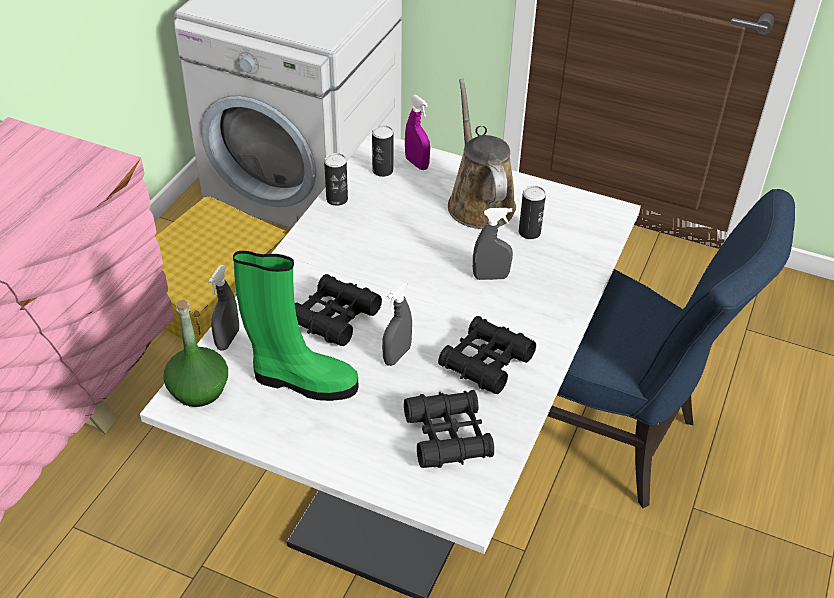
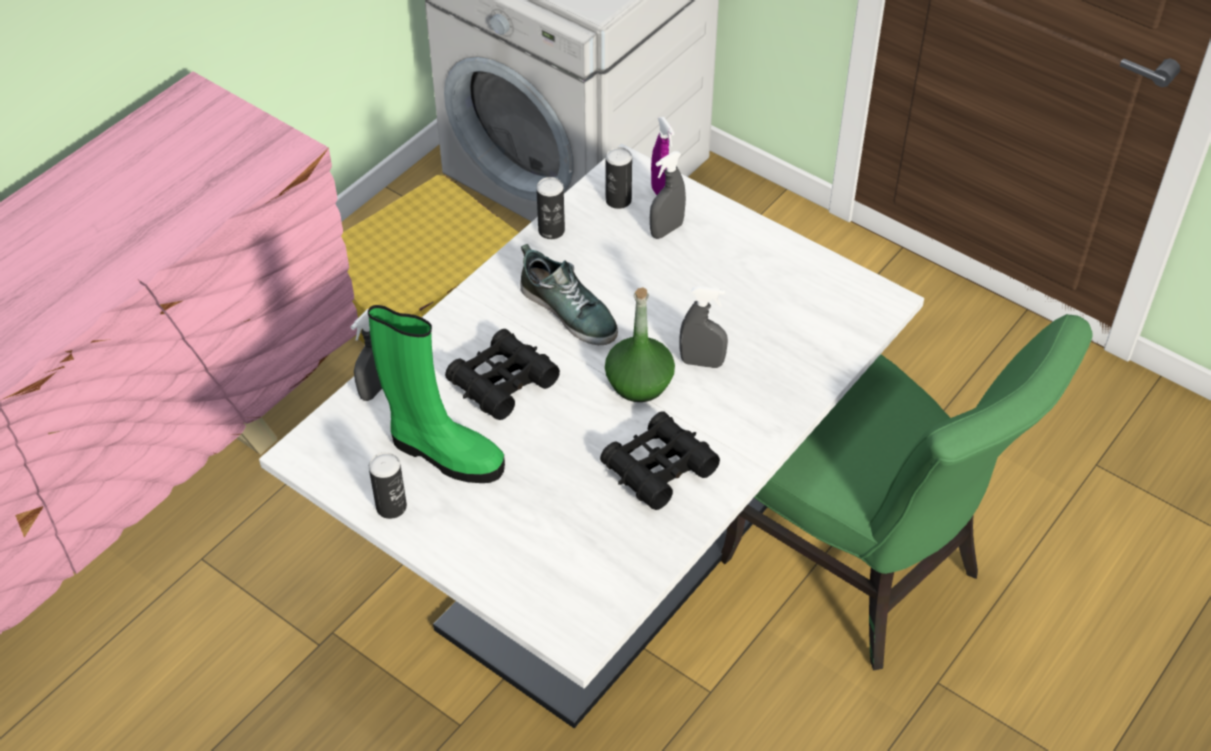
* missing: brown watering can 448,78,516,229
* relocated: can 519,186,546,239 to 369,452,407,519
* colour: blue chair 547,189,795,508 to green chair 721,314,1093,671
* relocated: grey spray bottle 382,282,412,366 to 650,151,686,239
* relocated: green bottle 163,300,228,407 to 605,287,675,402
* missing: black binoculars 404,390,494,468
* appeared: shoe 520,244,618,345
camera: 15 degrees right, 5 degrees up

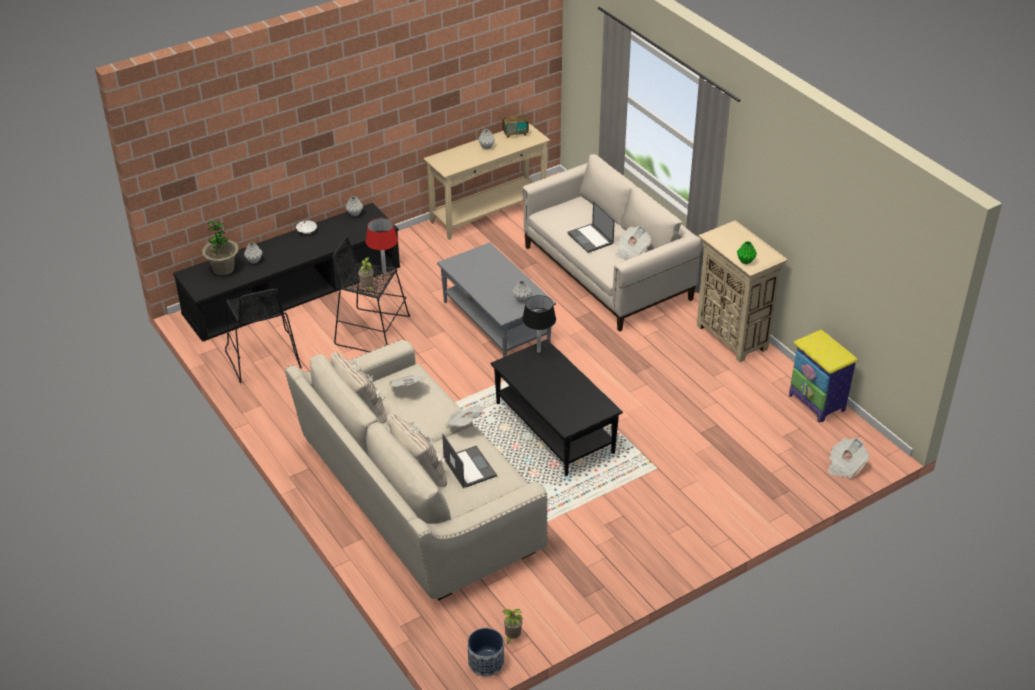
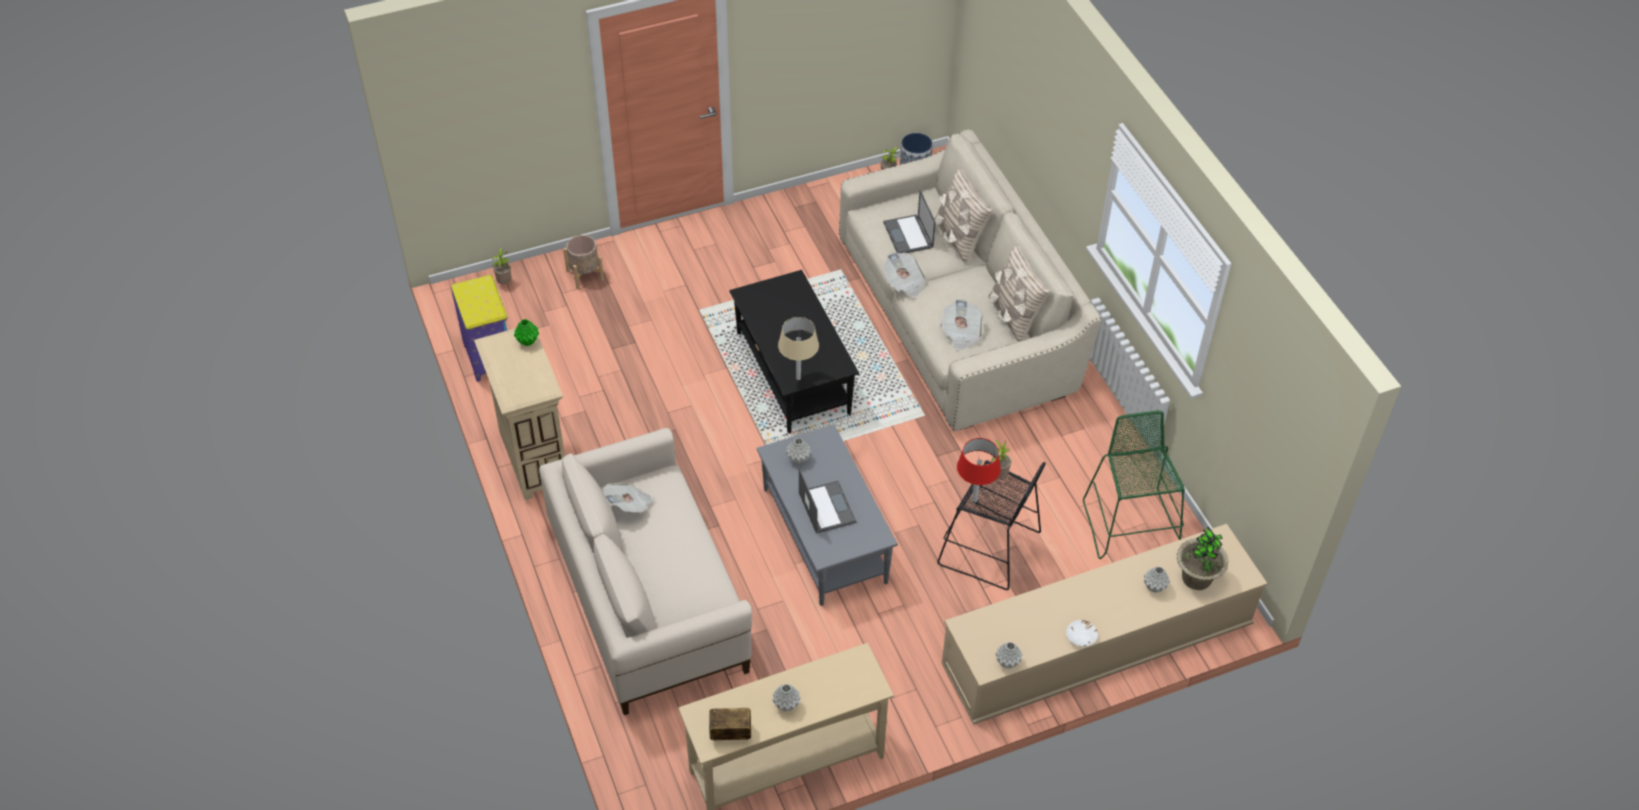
* relocated: laptop 567,201,615,253 to 799,468,856,534
* colour: black tv stand 173,203,400,342 to beige tv stand 941,524,1267,724
* colour: black stool 225,289,302,383 to green stool 1083,411,1185,559
* colour: black table lamp 522,295,556,353 to beige table lamp 778,317,819,380
* exchanged: newspaper 828,438,869,478 to potted plant 492,248,511,284
* appeared: beige planter 563,235,604,289
camera: 170 degrees left, 10 degrees up

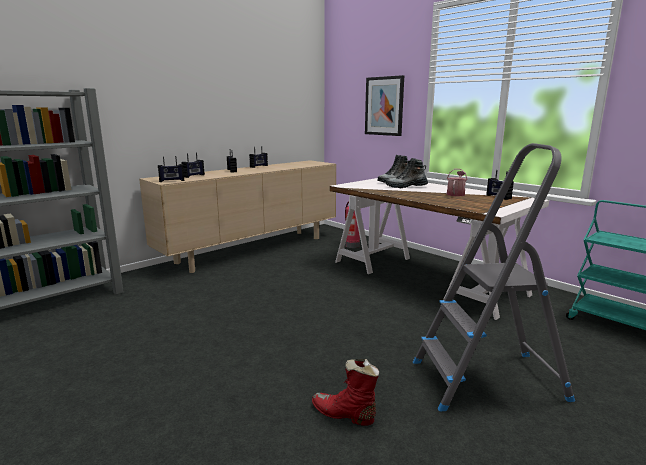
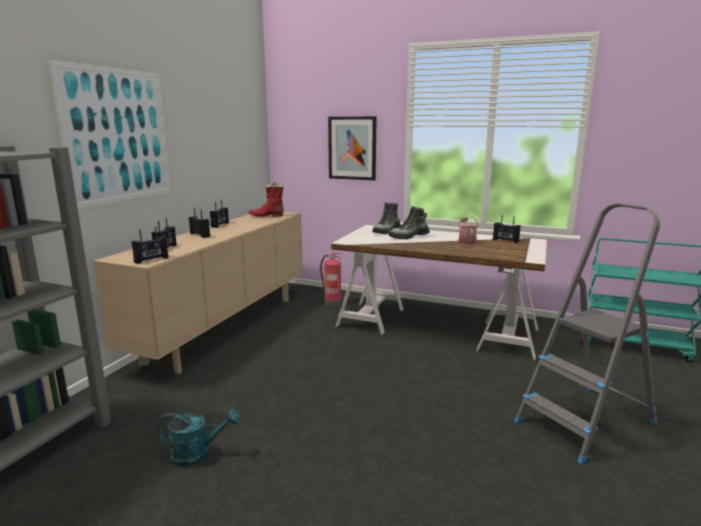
* relocated: red boot 312,359,379,426 to 248,182,284,217
* appeared: picture 48,60,171,209
* appeared: turquoise watering can 156,409,240,467
camera: 25 degrees left, 0 degrees up

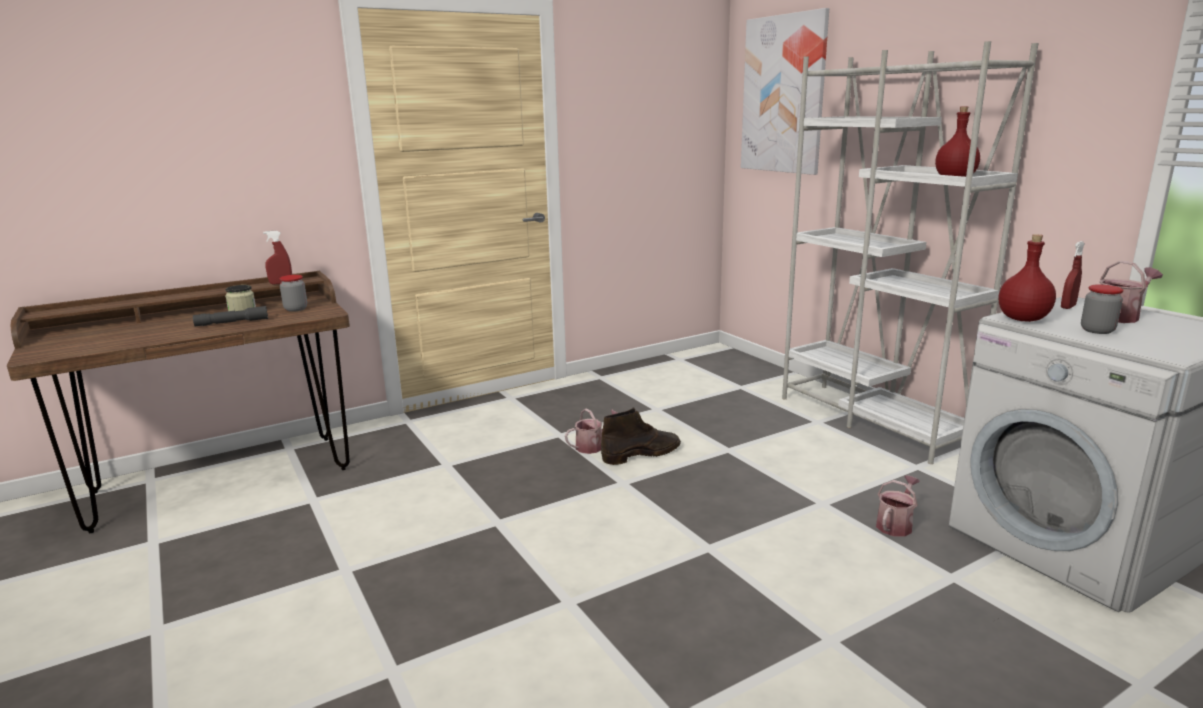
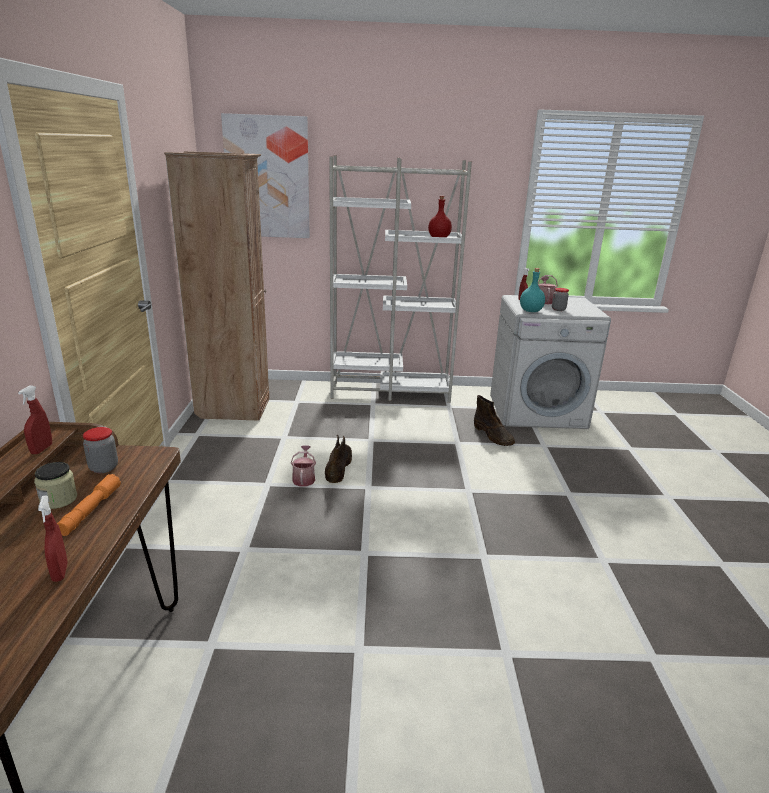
* colour: red bottle 998,234,1056,322 to turquoise bottle 520,268,545,312
* colour: grey flashlight 193,306,268,326 to orange flashlight 57,474,121,536
* exchanged: watering can 876,475,920,537 to brown boot 474,395,515,446
* appeared: brown cabinet 164,151,269,421
* appeared: red spray bottle 38,496,68,582
camera: 60 degrees left, 5 degrees up

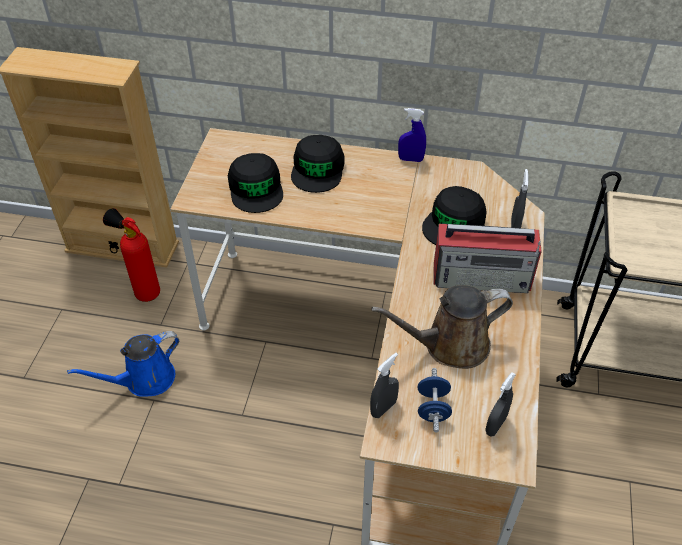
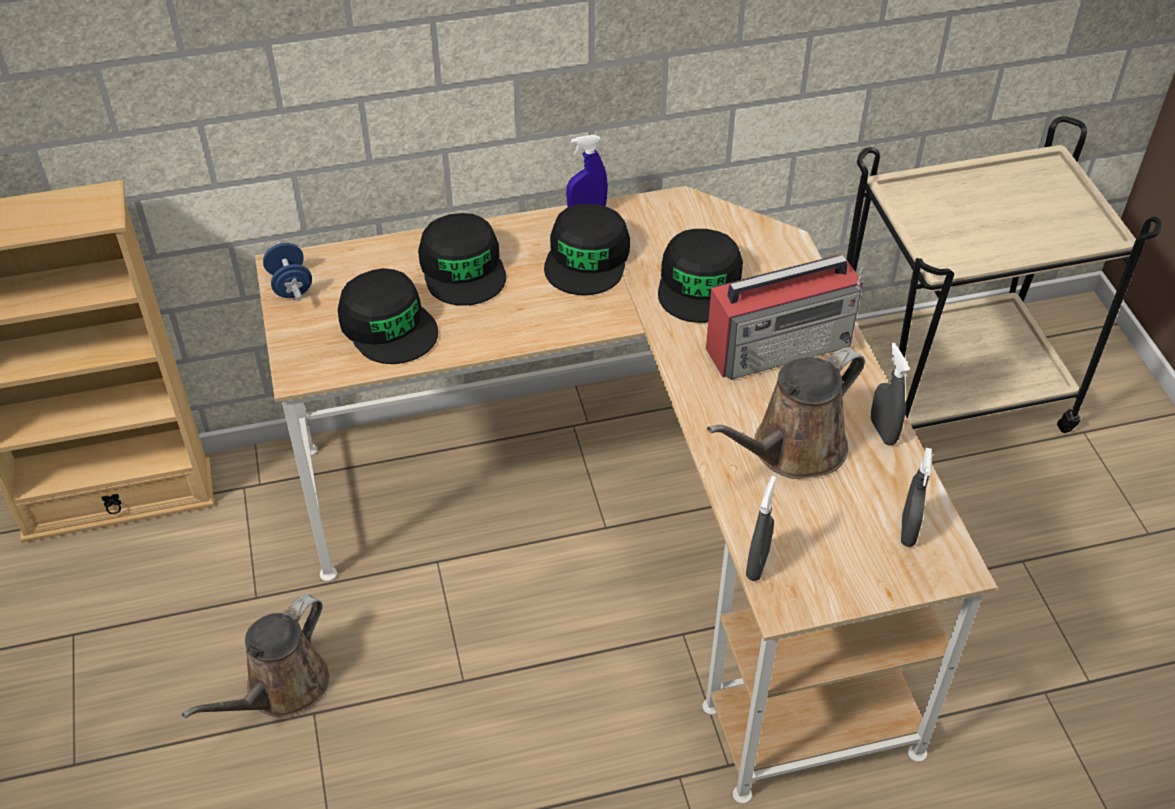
* relocated: grey spray bottle 511,169,529,228 to 871,343,910,445
* missing: fire extinguisher 103,208,160,302
* colour: blue watering can 67,331,179,397 to brown watering can 182,594,329,718
* relocated: blue dumbbell 417,368,452,432 to 263,241,312,301
* appeared: black cap 544,204,630,295
camera: 25 degrees left, 0 degrees up

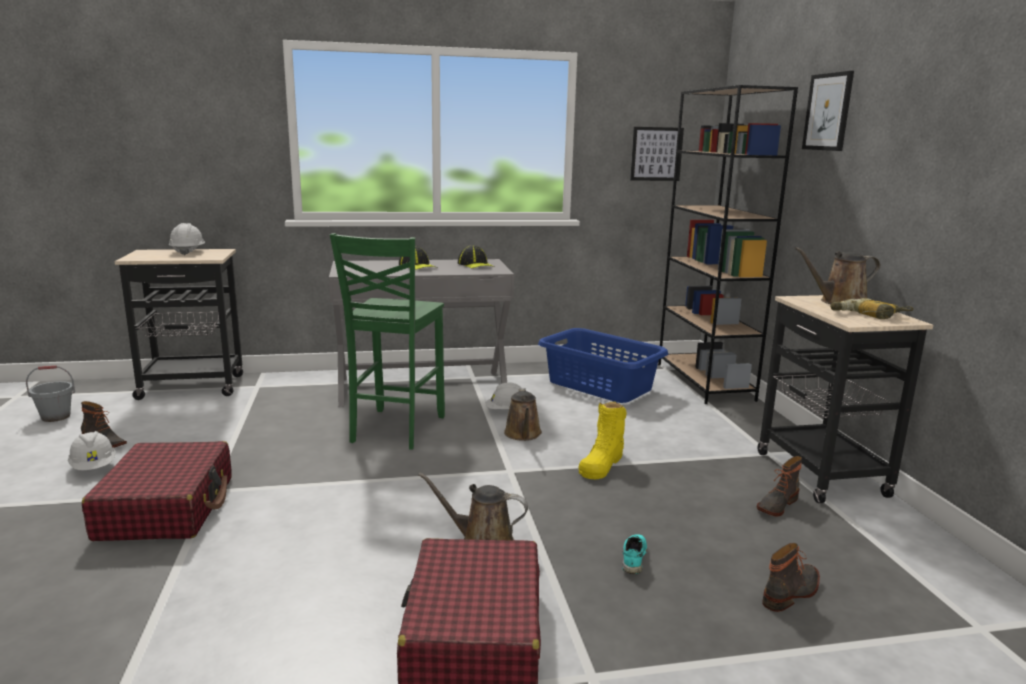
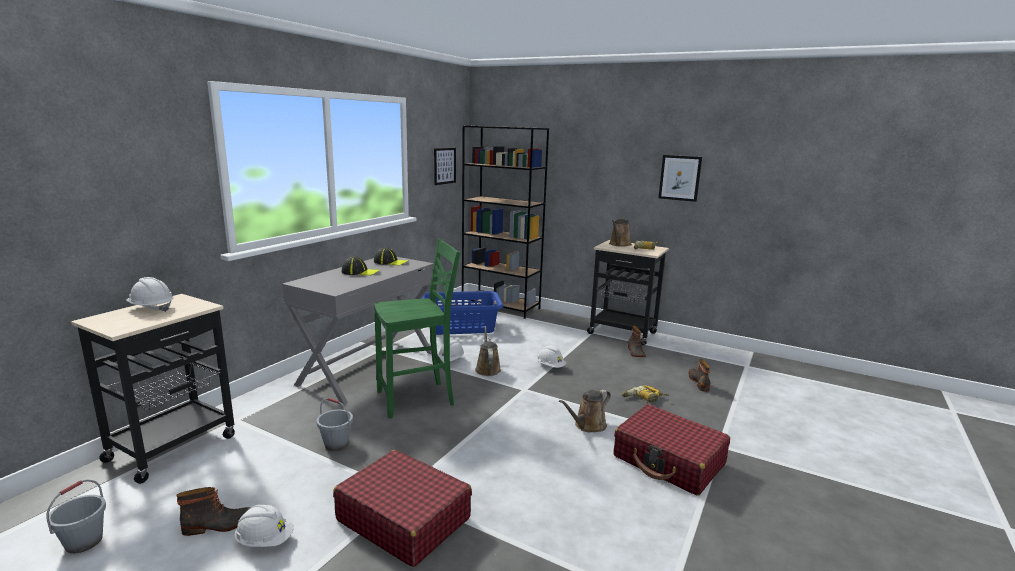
* relocated: picture 802,71,854,151 to 659,155,702,202
* spun: green chair 330,233,445,450 = 374,239,460,418 75 degrees counterclockwise
* spun: brown watering can 504,388,542,441 = 475,326,501,376 135 degrees counterclockwise
* exchanged: yellow boot 578,402,627,479 to white hard hat 537,345,566,368
* exchanged: turquoise shoe 622,534,647,574 to power drill 622,385,669,403
* appeared: grey bucket 317,398,353,451
camera: 50 degrees left, 0 degrees up

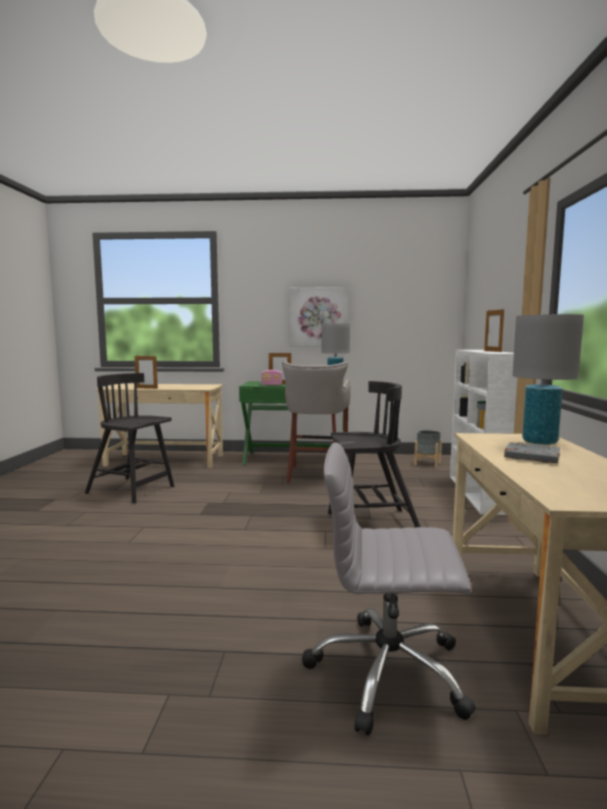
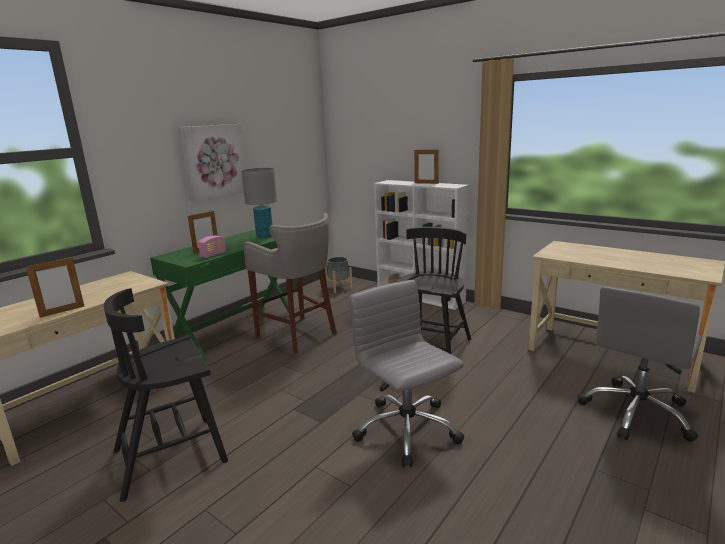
* missing: grey table lamp 513,314,584,445
* missing: grey book 504,442,561,463
* appeared: grey office chair 349,280,464,467
camera: 55 degrees left, 10 degrees up

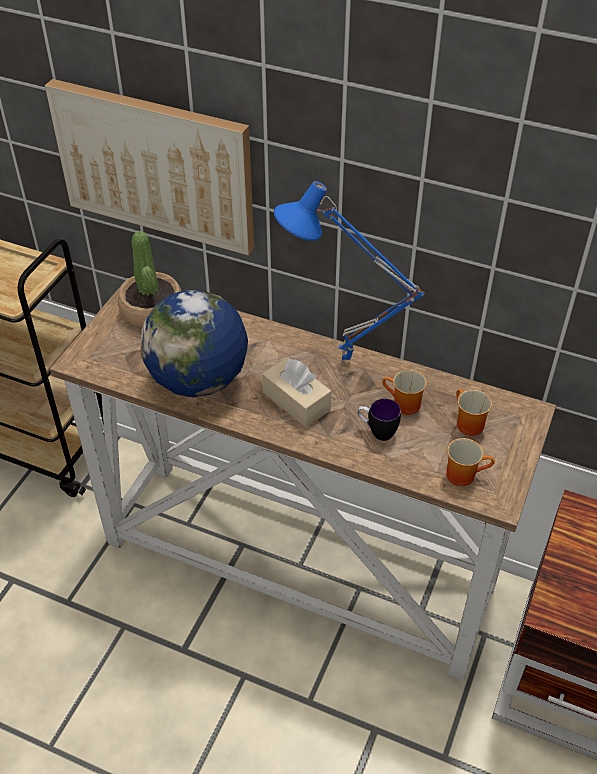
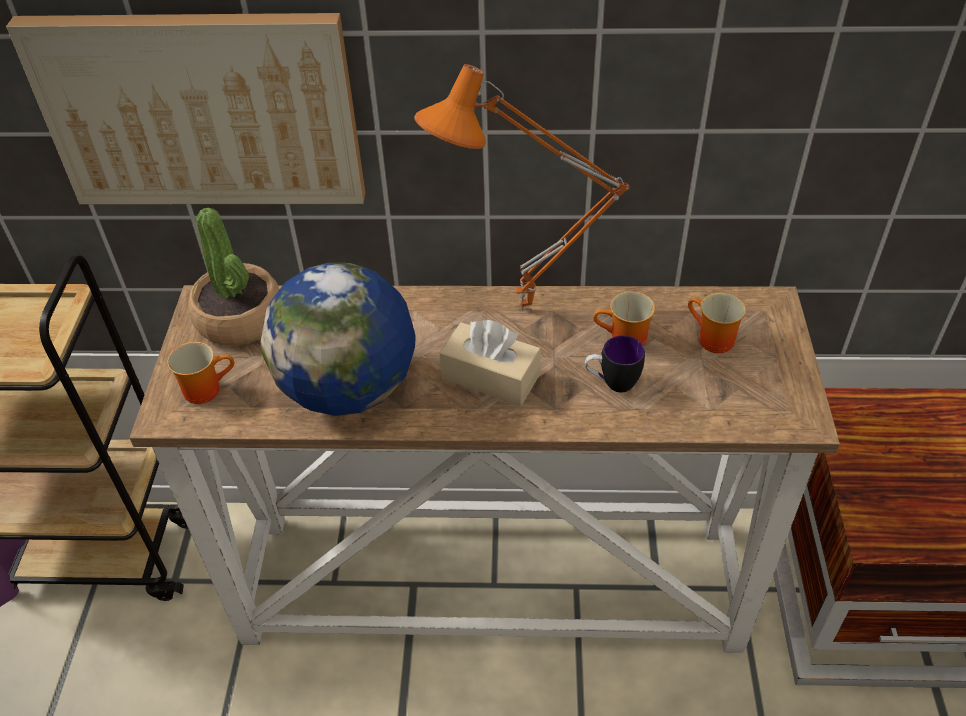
* colour: blue table lamp 274,181,425,363 to orange table lamp 414,64,630,311
* relocated: mug 446,438,495,486 to 167,342,234,404
camera: 20 degrees left, 0 degrees up

